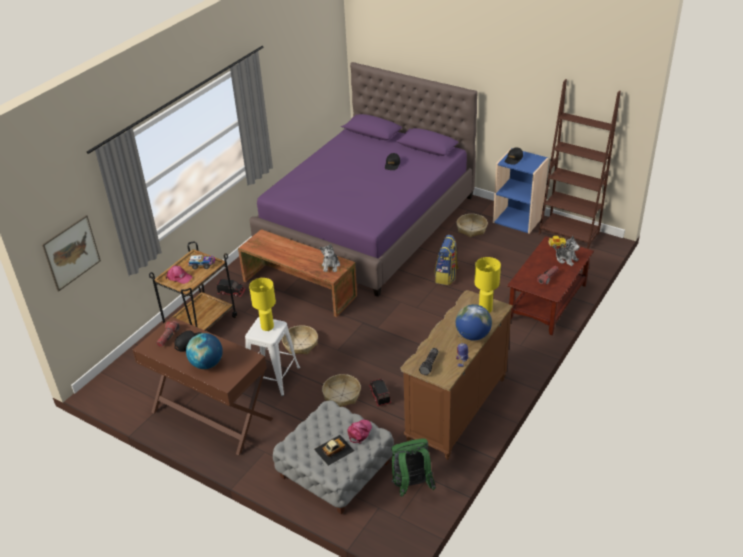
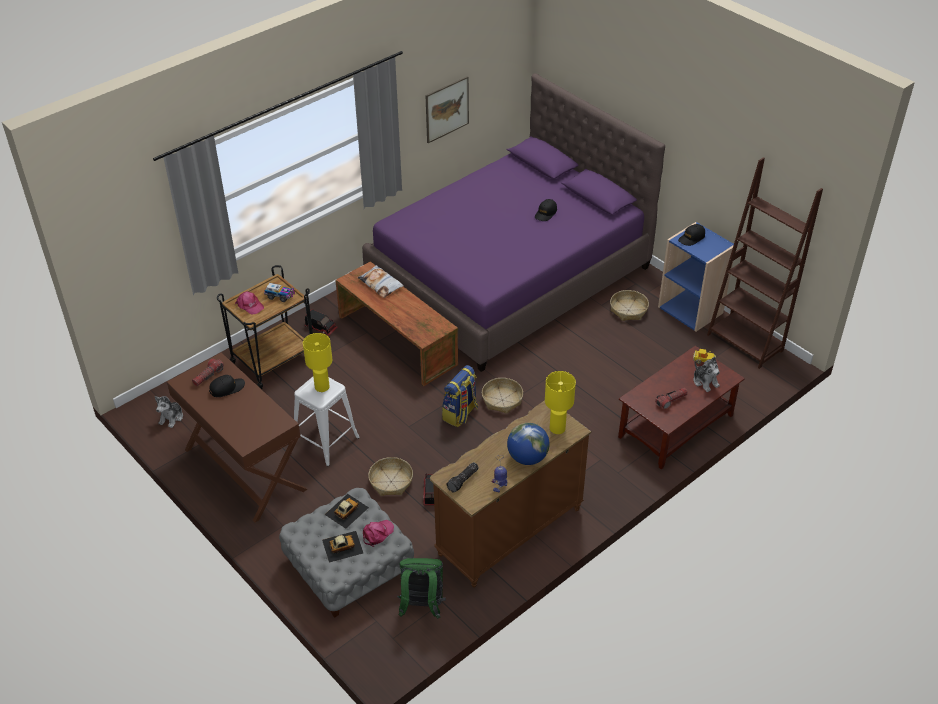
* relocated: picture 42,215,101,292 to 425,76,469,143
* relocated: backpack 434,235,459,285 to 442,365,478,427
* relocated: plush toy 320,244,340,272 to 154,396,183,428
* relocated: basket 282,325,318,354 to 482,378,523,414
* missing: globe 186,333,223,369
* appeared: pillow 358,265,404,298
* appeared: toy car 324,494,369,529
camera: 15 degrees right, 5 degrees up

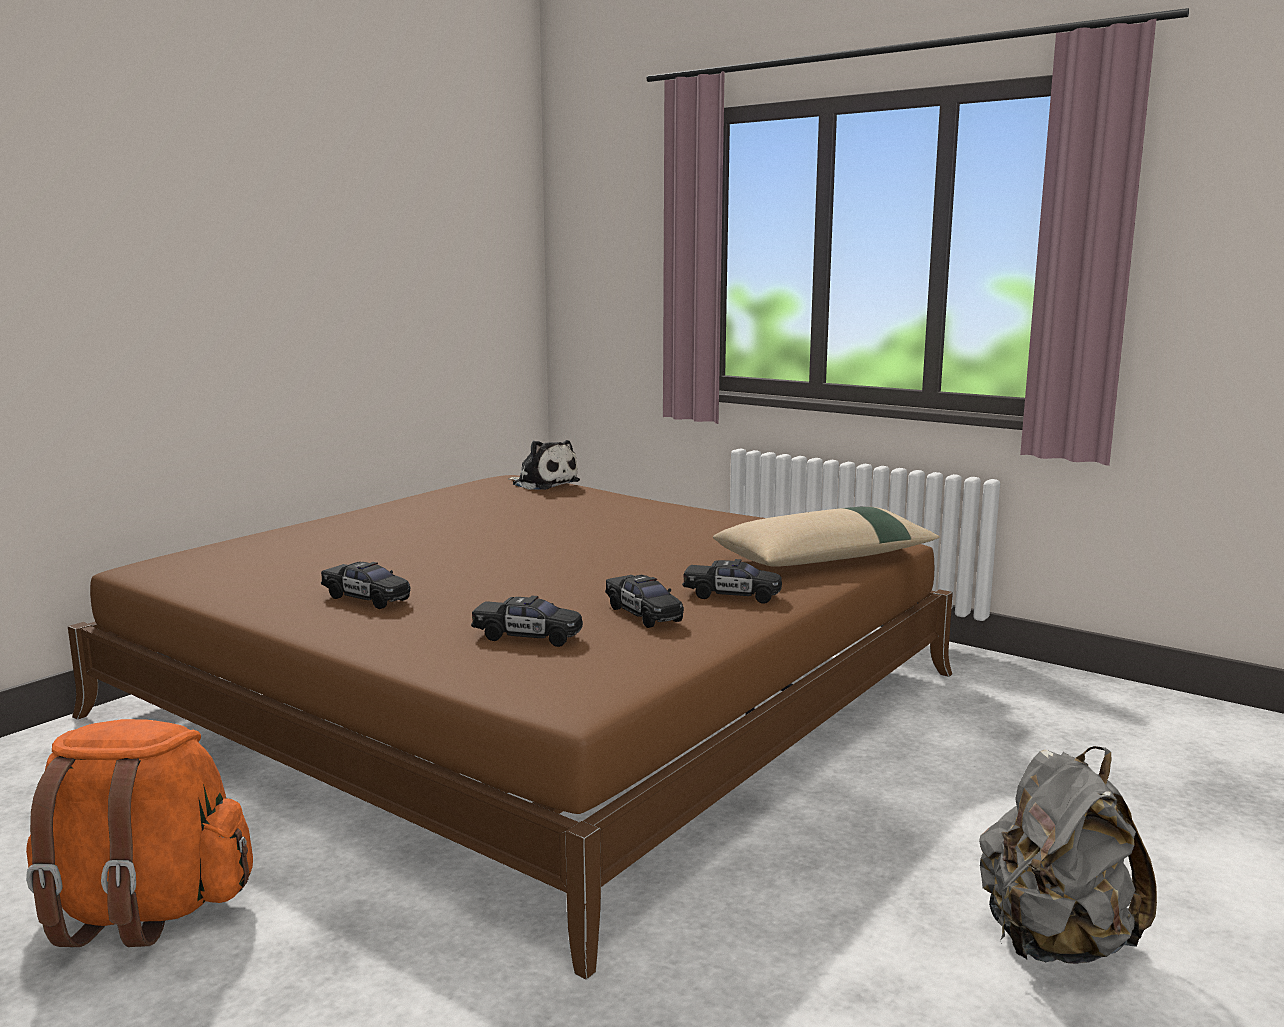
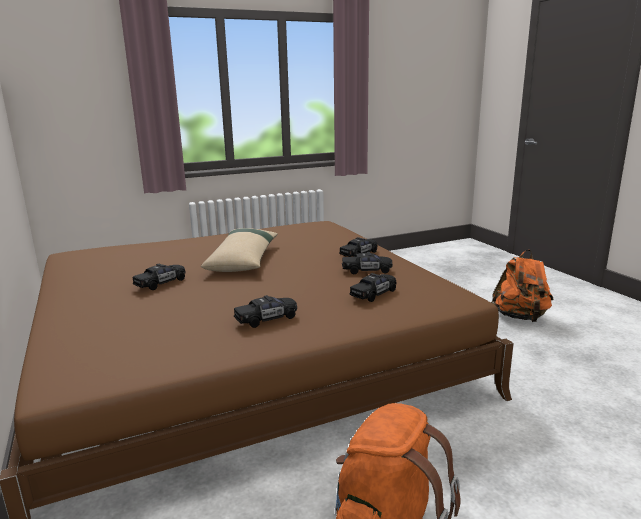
* missing: plush toy 508,440,580,490
* relocated: beige pillow 713,507,940,567 to 201,228,278,272
* colour: grey backpack 979,746,1157,964 to orange backpack 491,250,553,322
* appeared: black toy car 133,264,186,290
camera: 60 degrees left, 5 degrees up

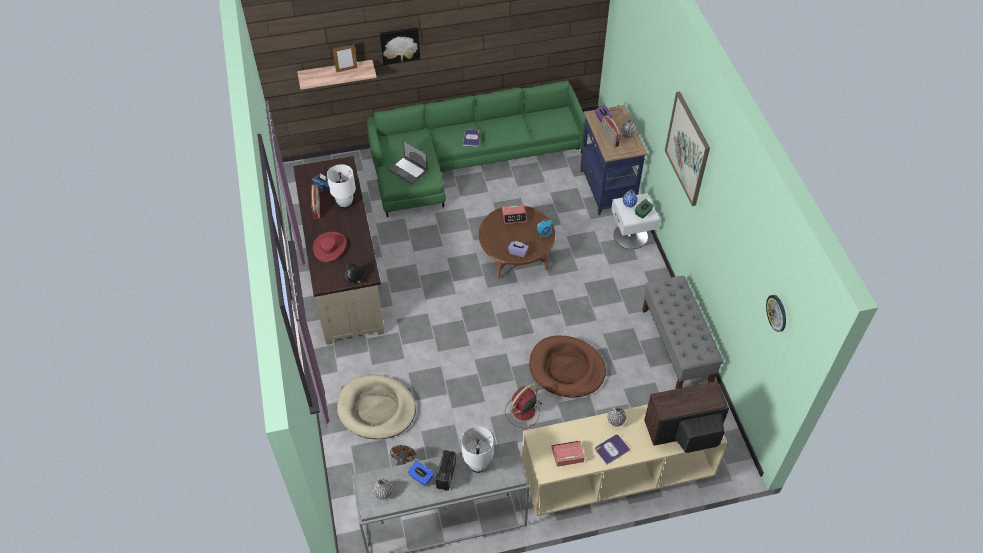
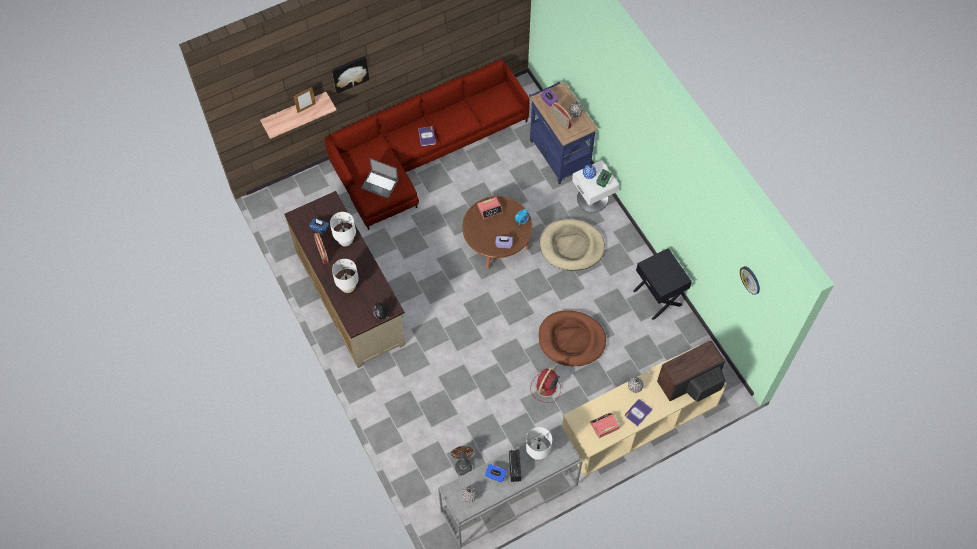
* colour: green sofa 367,81,585,217 to red sofa 325,60,530,230
* missing: picture 665,92,710,206
* exchanged: red hat 313,232,347,262 to white table lamp 332,259,359,294
* exchanged: grey bench 642,276,723,389 to black nightstand 633,248,692,320
* relocated: beige dog bed 337,375,416,439 to 540,219,605,271
camera: 15 degrees left, 10 degrees up

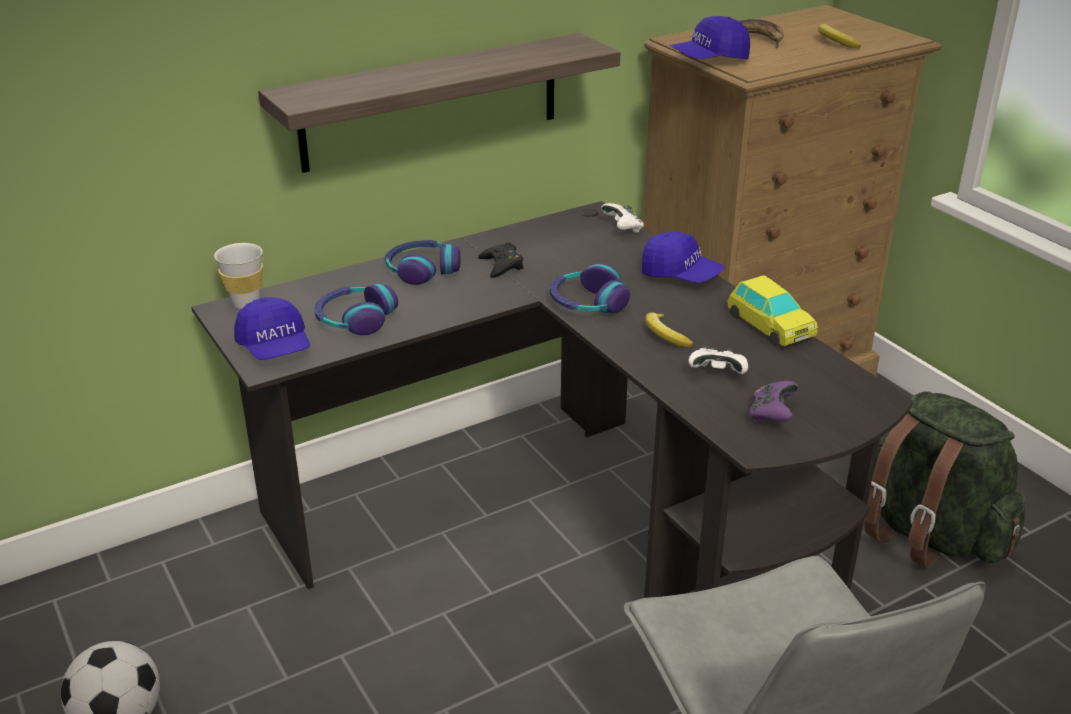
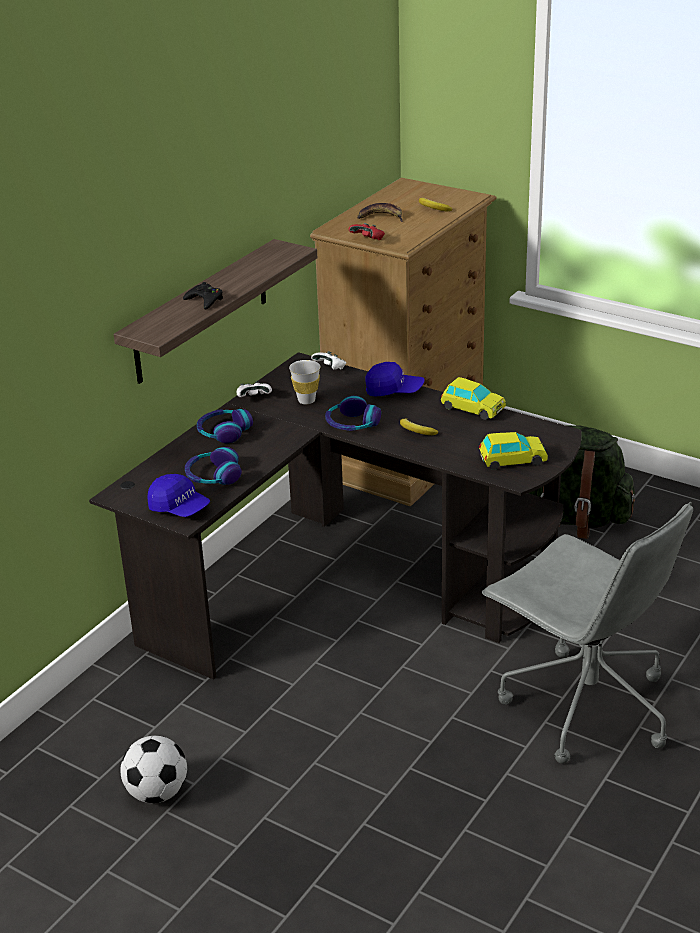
* exchanged: blue cap 670,16,750,59 to red game controller 348,223,385,240
* relocated: black game controller 478,242,523,278 to 183,282,223,309
* relocated: white cup 214,243,263,310 to 289,360,320,404
* relocated: white game controller 688,345,748,374 to 237,381,272,397
* exchanged: purple game controller 749,381,798,423 to toy car 479,432,548,470
camera: 25 degrees left, 0 degrees up

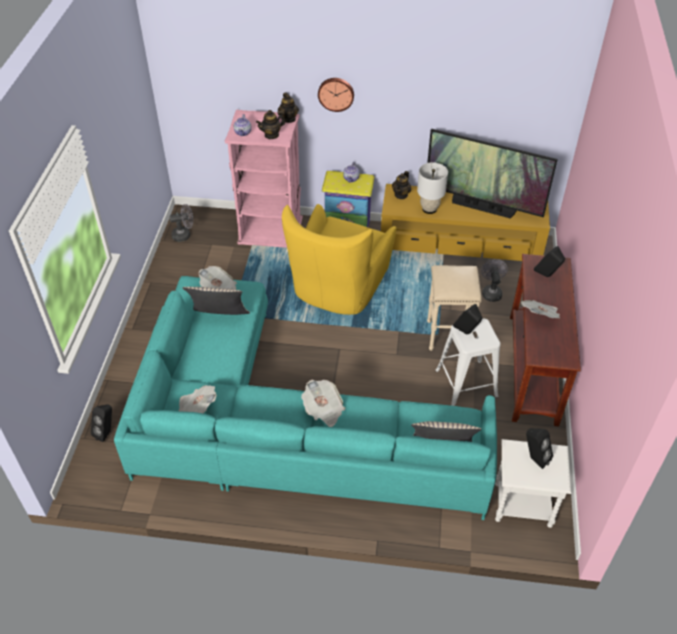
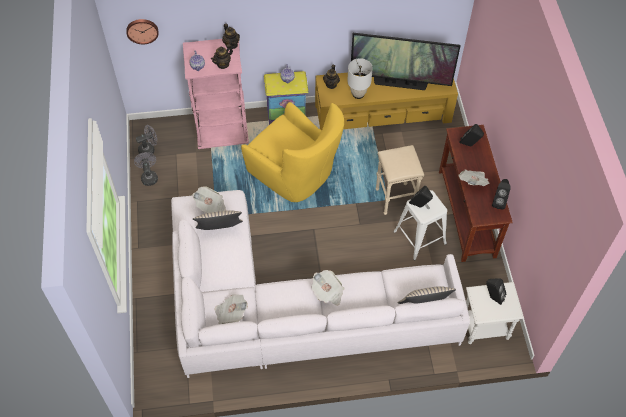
* relocated: wall clock 318,78,354,112 to 126,19,158,44
* spun: yellow armchair 282,204,396,315 = 241,102,344,202 60 degrees counterclockwise
* relocated: grey fan 481,259,508,302 to 134,152,158,186
* colour: turquoise sofa 114,276,497,520 to white sofa 171,190,470,378
* relocated: black speaker 91,404,112,442 to 492,179,511,210
camera: 15 degrees left, 10 degrees up

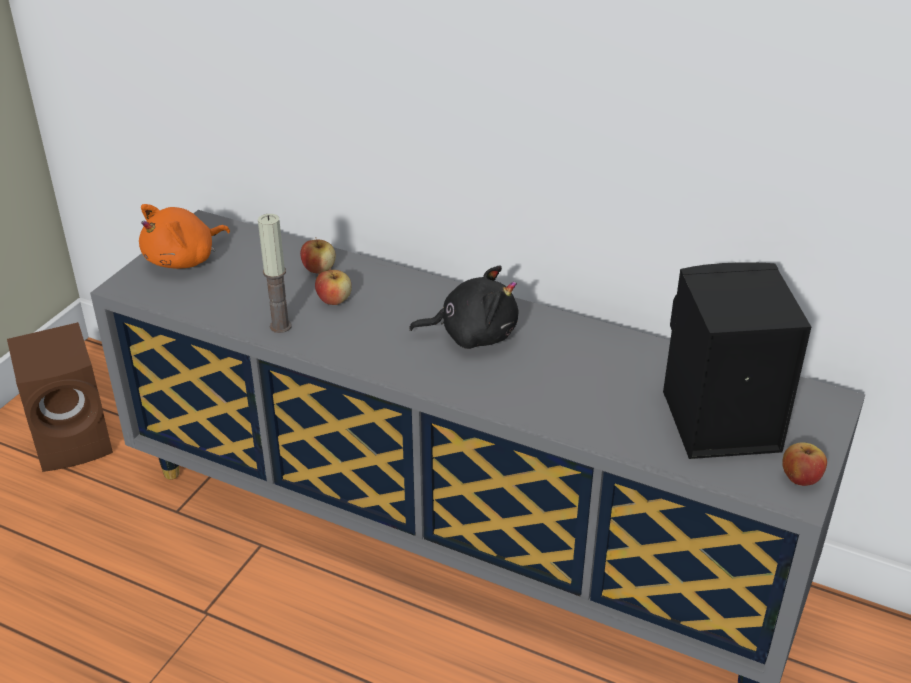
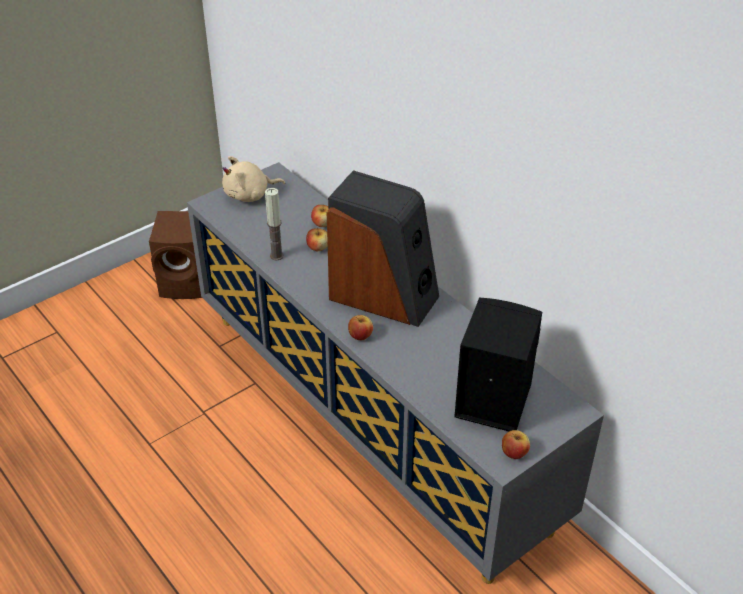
* colour: orange plush toy 139,204,230,269 to beige plush toy 222,156,285,202
* exchanged: black plush toy 409,265,518,349 to speaker 327,170,439,327
* appeared: apple 348,315,373,340
camera: 25 degrees right, 5 degrees up

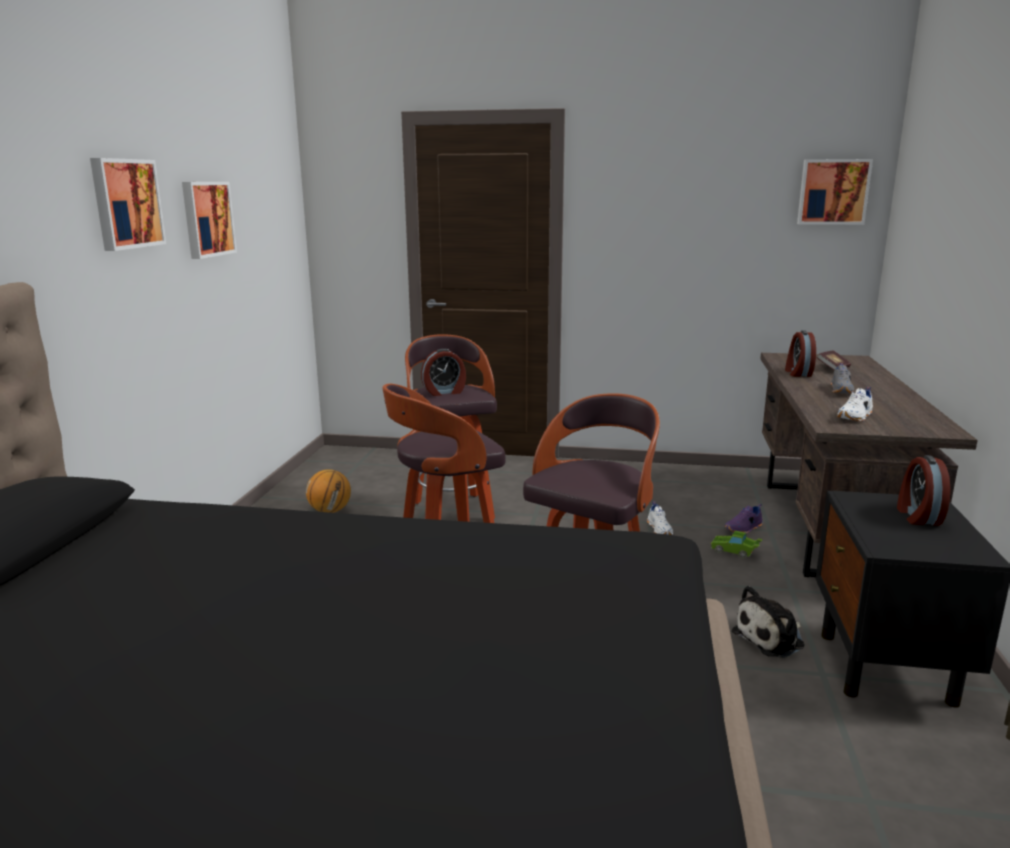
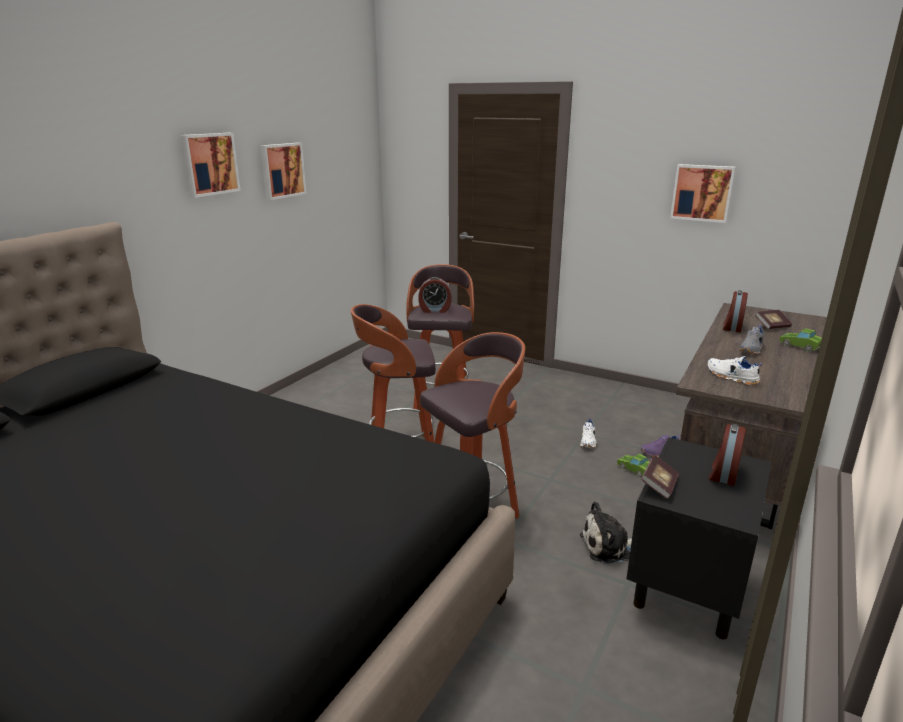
* relocated: picture 797,159,873,225 to 670,164,736,223
* spun: white shoe 837,387,873,422 = 707,356,762,385 75 degrees clockwise
* missing: basketball 306,469,351,513
* appeared: green toy car 779,328,822,352
* appeared: book 641,455,679,499
camera: 20 degrees right, 5 degrees up

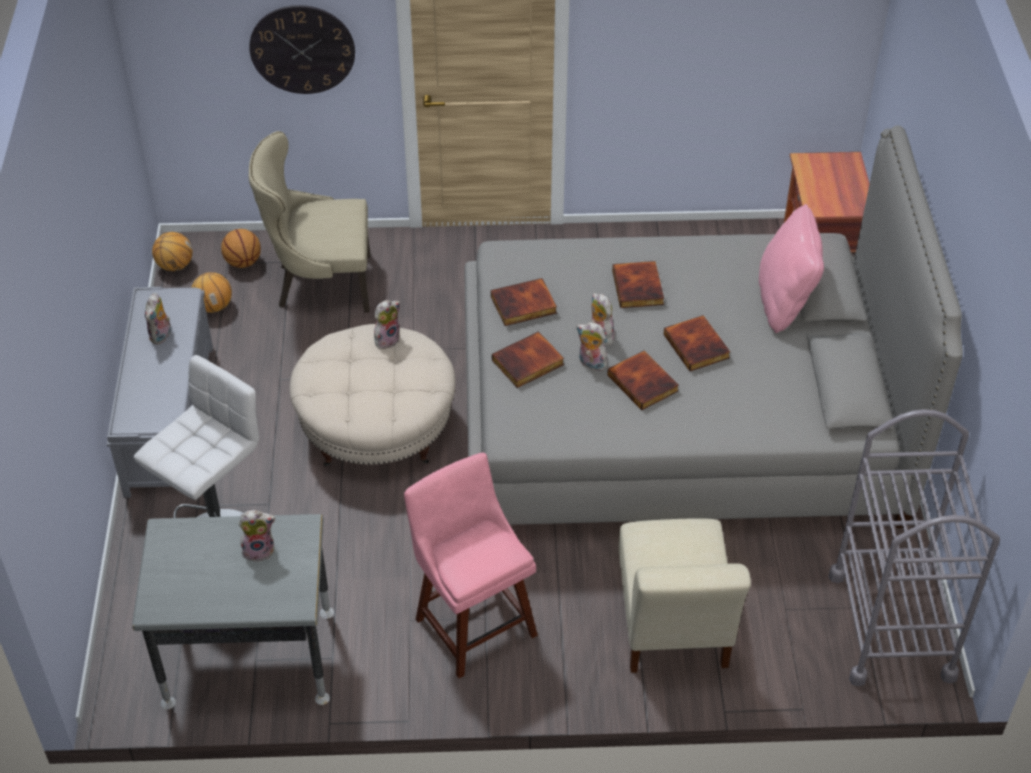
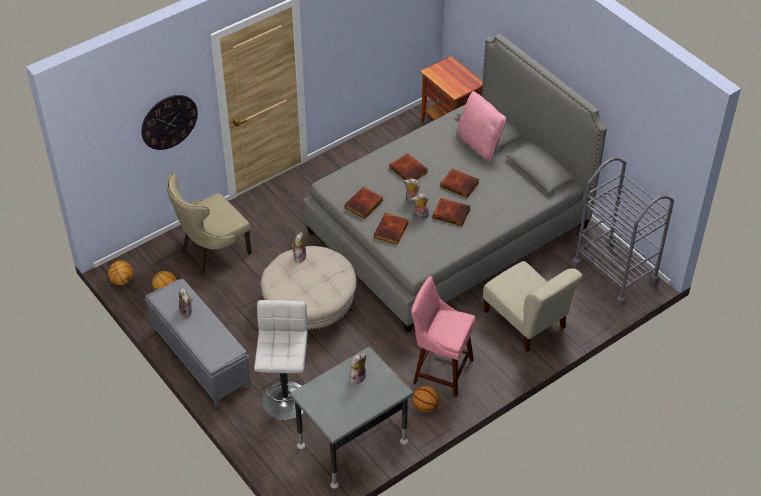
* relocated: basketball 221,229,261,268 to 413,385,440,412
camera: 35 degrees left, 0 degrees up

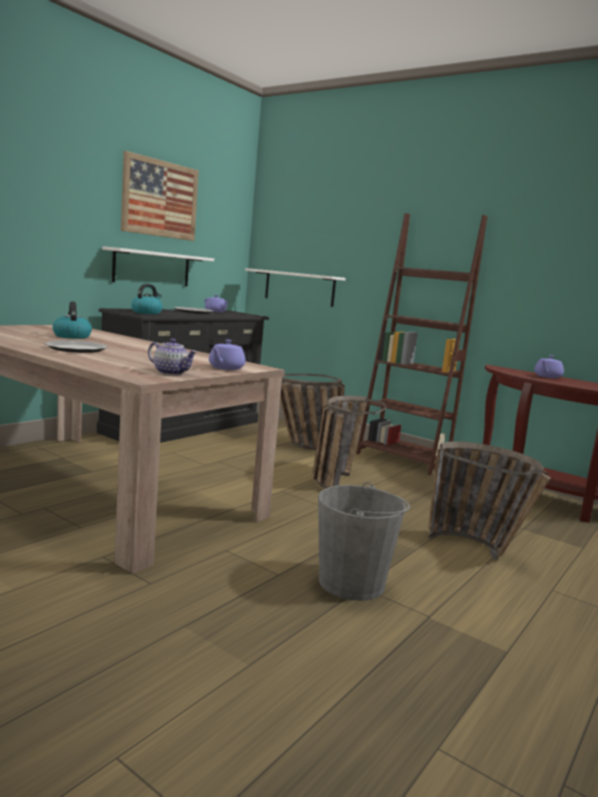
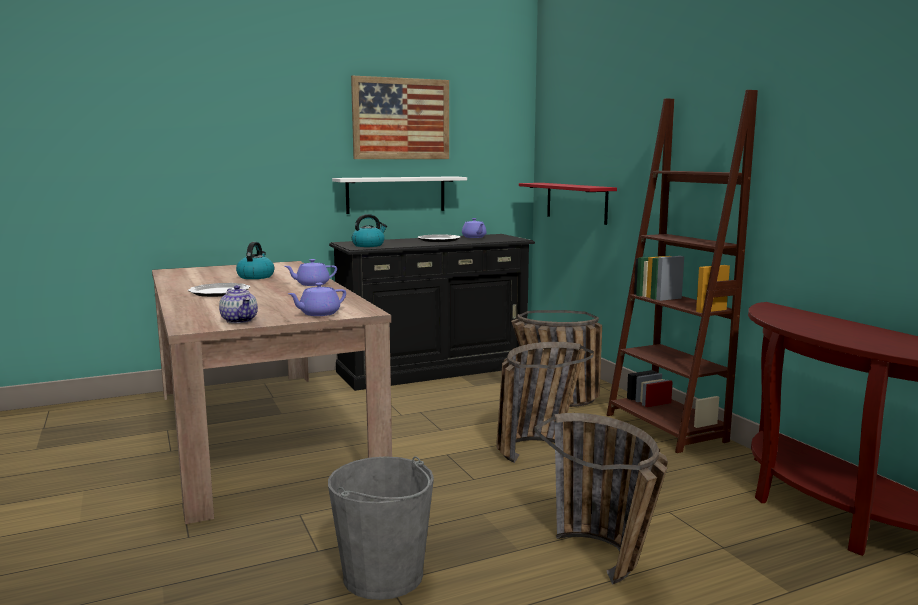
* colour: white shelf 245,268,346,307 to red shelf 519,183,617,225
* relocated: purple teapot 534,355,564,378 to 285,259,337,286
camera: 30 degrees right, 0 degrees up

